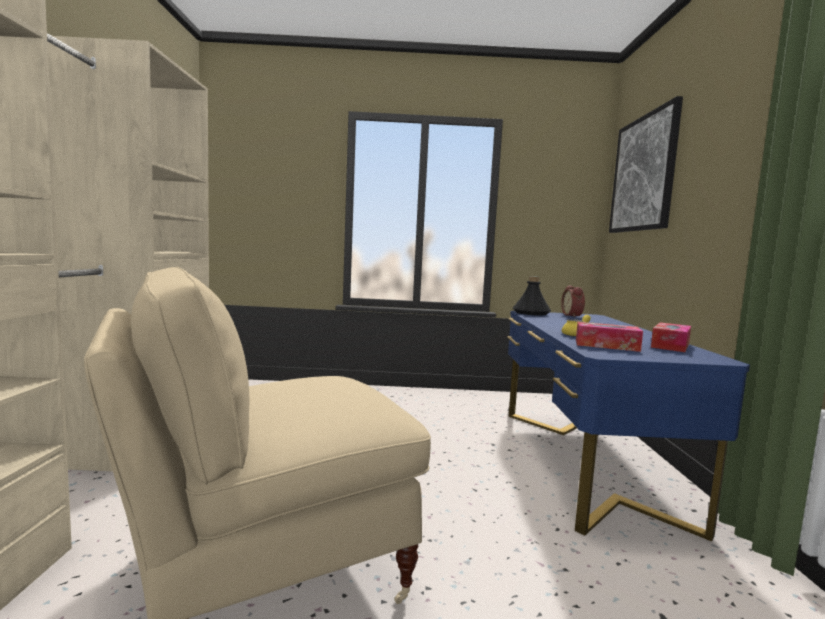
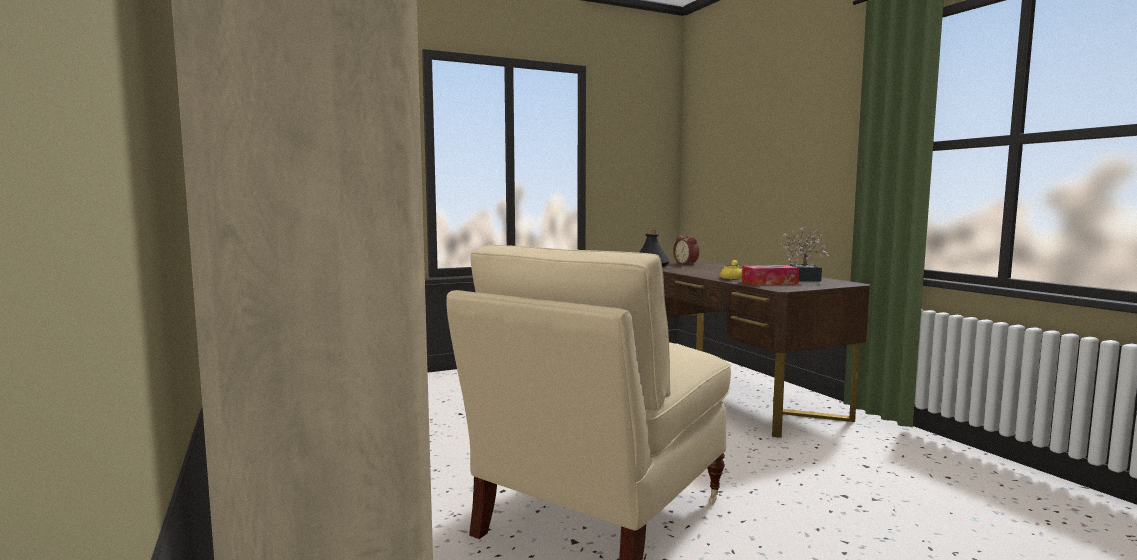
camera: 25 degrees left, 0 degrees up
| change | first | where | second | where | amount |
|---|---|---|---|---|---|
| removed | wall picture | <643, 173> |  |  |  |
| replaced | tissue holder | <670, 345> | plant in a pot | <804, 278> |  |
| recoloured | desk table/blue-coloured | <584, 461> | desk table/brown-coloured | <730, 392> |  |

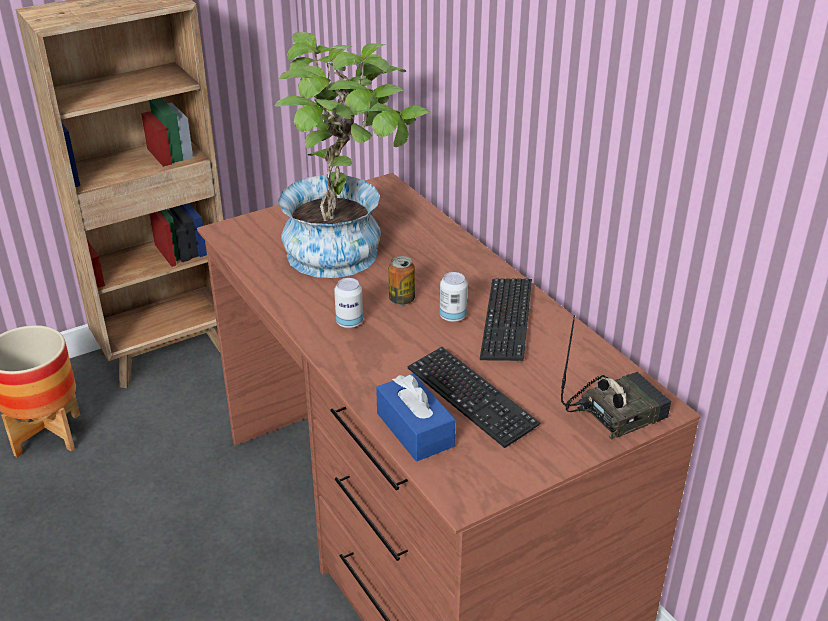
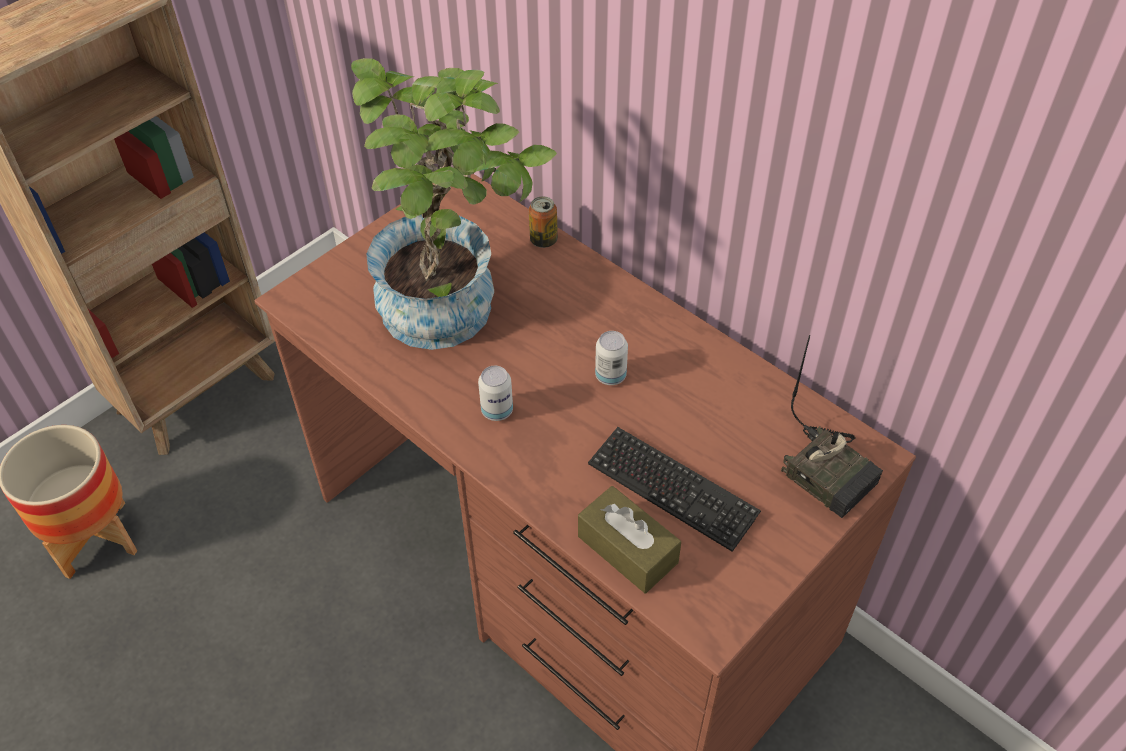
camera: 15 degrees left, 15 degrees up
| change | first | where | second | where | amount |
|---|---|---|---|---|---|
| removed | PC keyboard | <506, 321> |  |  |  |
| moved | metal can | <401, 299> |  | <543, 240> |  |
| recoloured | tissue holder/blue-coloured | <415, 430> | tissue holder/brown-coloured | <627, 549> |  |
| turned | radio set | <616, 411> |  | <830, 472> | 90 degrees clockwise |

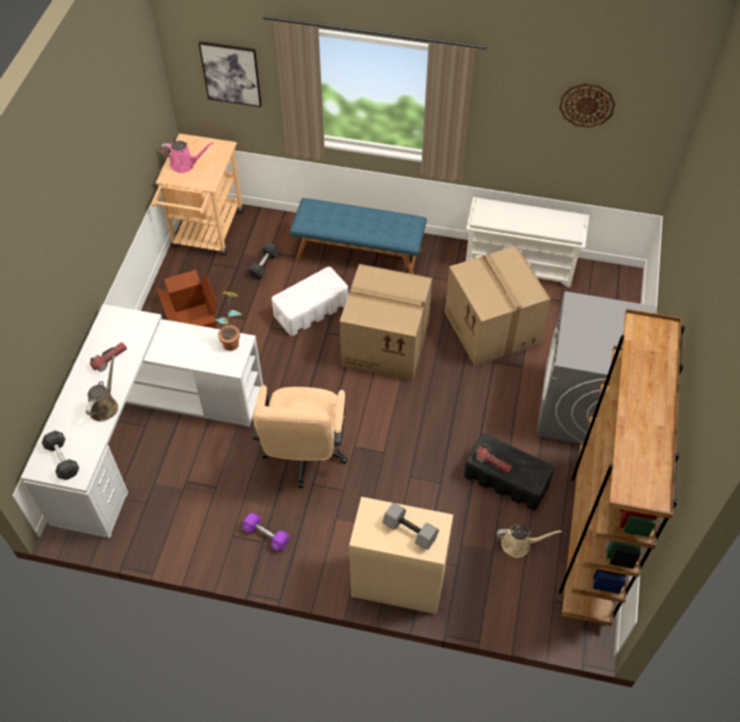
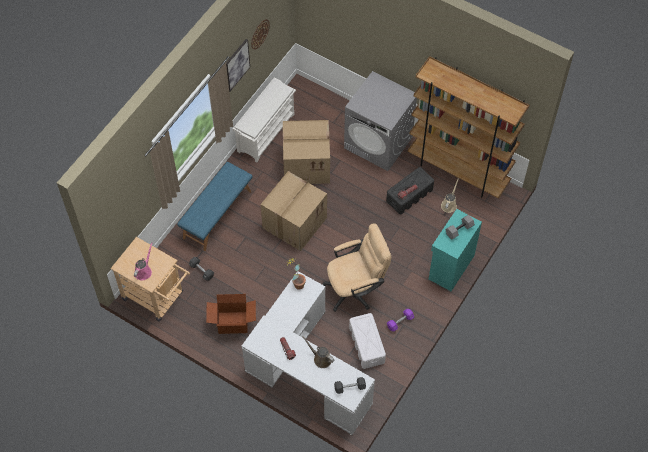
camera: 70 degrees left, 5 degrees up
| change | first | where | second | where | amount |
|---|---|---|---|---|---|
| moved | wall picture | <231, 73> |  | <237, 64> |  |
| moved | storage box/white-coloured | <311, 310> |  | <366, 344> |  |
| recoloured | storage cabinet/beige-coloured | <397, 582> | storage cabinet/turquoise | <450, 267> |  |
| turned | desk chair/beige-coloured | <304, 456> |  | <356, 288> | 45 degrees counterclockwise |

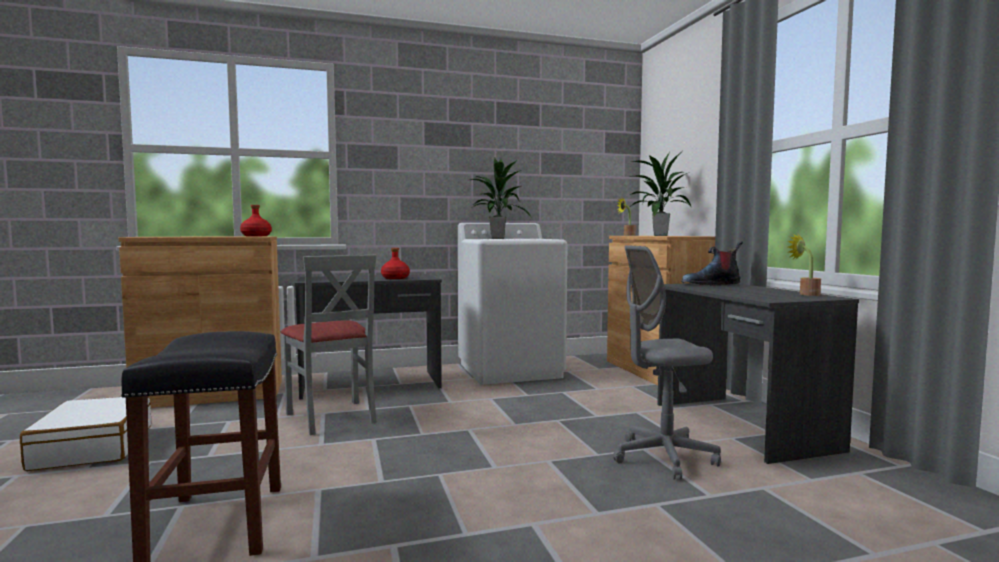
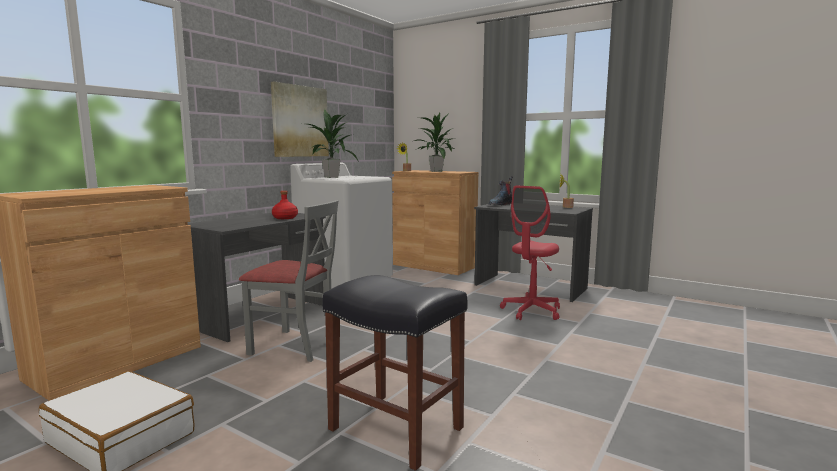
camera: 40 degrees left, 5 degrees up
| change | first | where | second | where | amount |
|---|---|---|---|---|---|
| removed | beverage bottle/red | <256, 236> |  |  |  |
| added |  |  | wall picture | <300, 121> |  |
| recoloured | desk chair/greyish | <663, 457> | desk chair/red | <531, 311> |  |

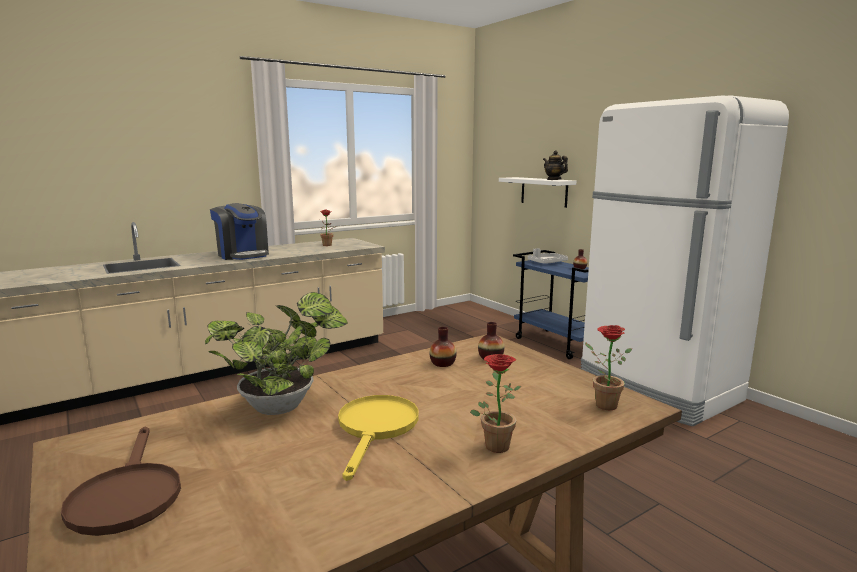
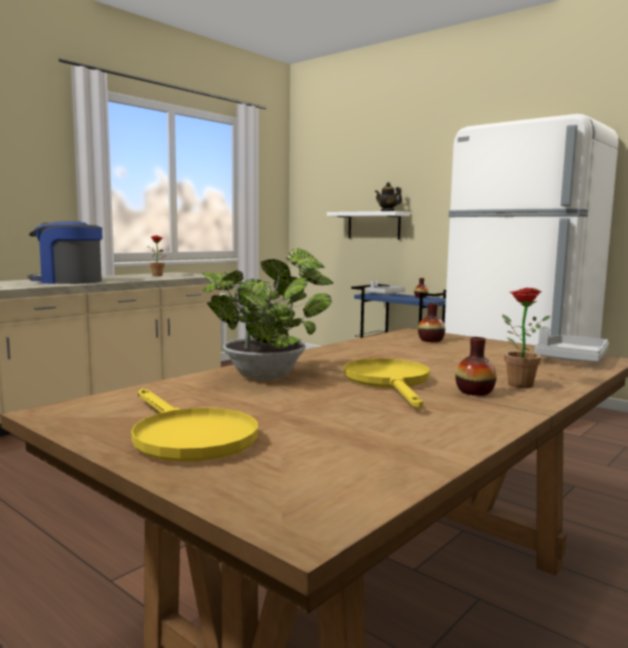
camera: 15 degrees left, 5 degrees down
| change | first | where | second | where | amount |
|---|---|---|---|---|---|
| moved | vase | <442, 363> |  | <474, 392> |  |
| replaced | plant in a pot | <601, 404> | tray/greyish | <571, 359> |  |
| recoloured | skillet/brown-coloured | <127, 495> | skillet/yellowish | <187, 436> |  |
| turned | coffee machine | <243, 255> |  | <68, 281> | 150 degrees clockwise |

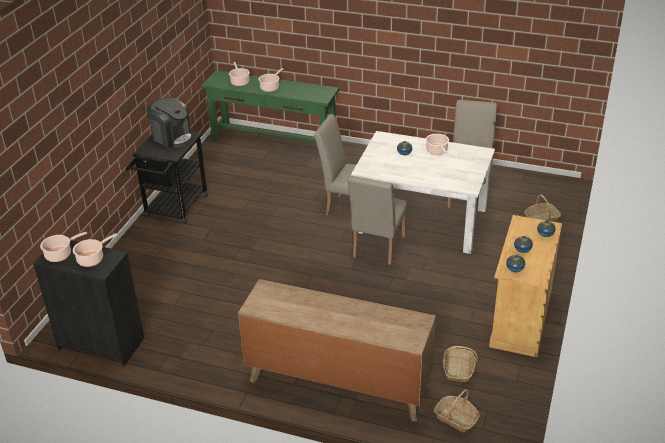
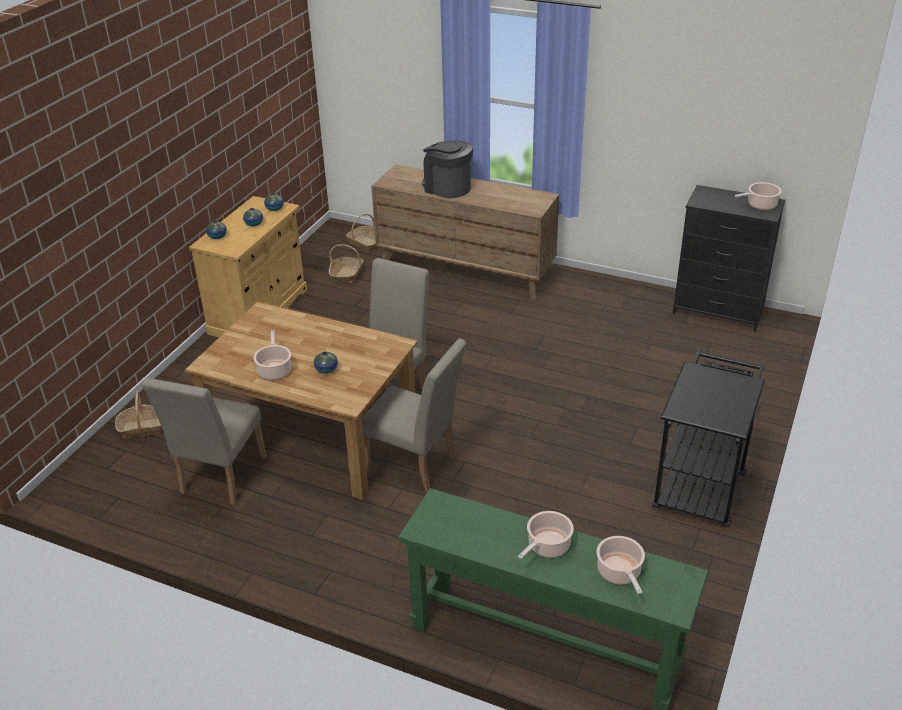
camera: 175 degrees left, 0 degrees up
| change | first | where | second | where | amount |
|---|---|---|---|---|---|
| removed | cooking pot | <92, 259> |  |  |  |
| moved | coffee machine | <172, 137> |  | <447, 187> |  |
| recoloured | kitchen table/white-coloured | <420, 220> | kitchen table/brown-coloured | <315, 438> |  |

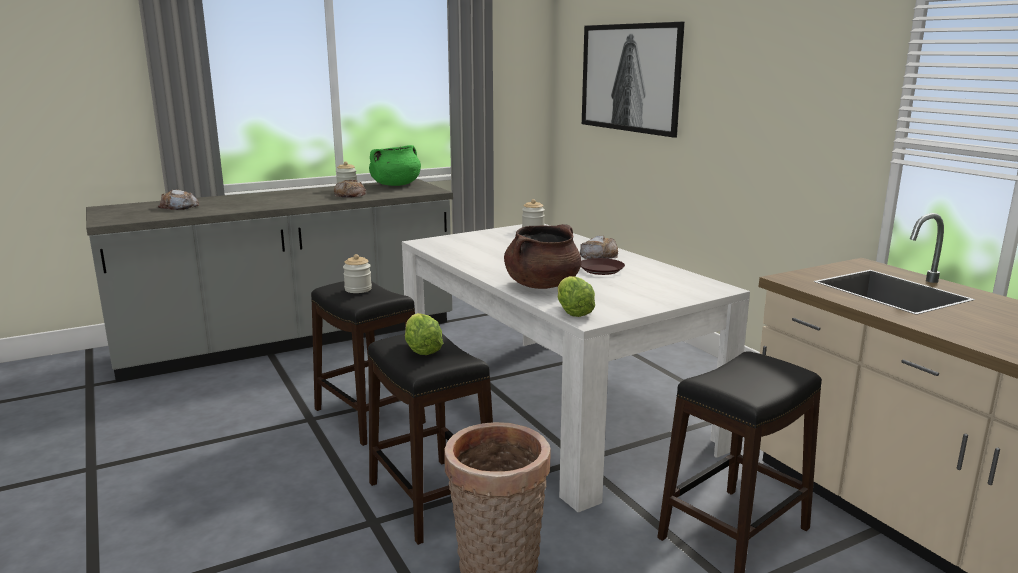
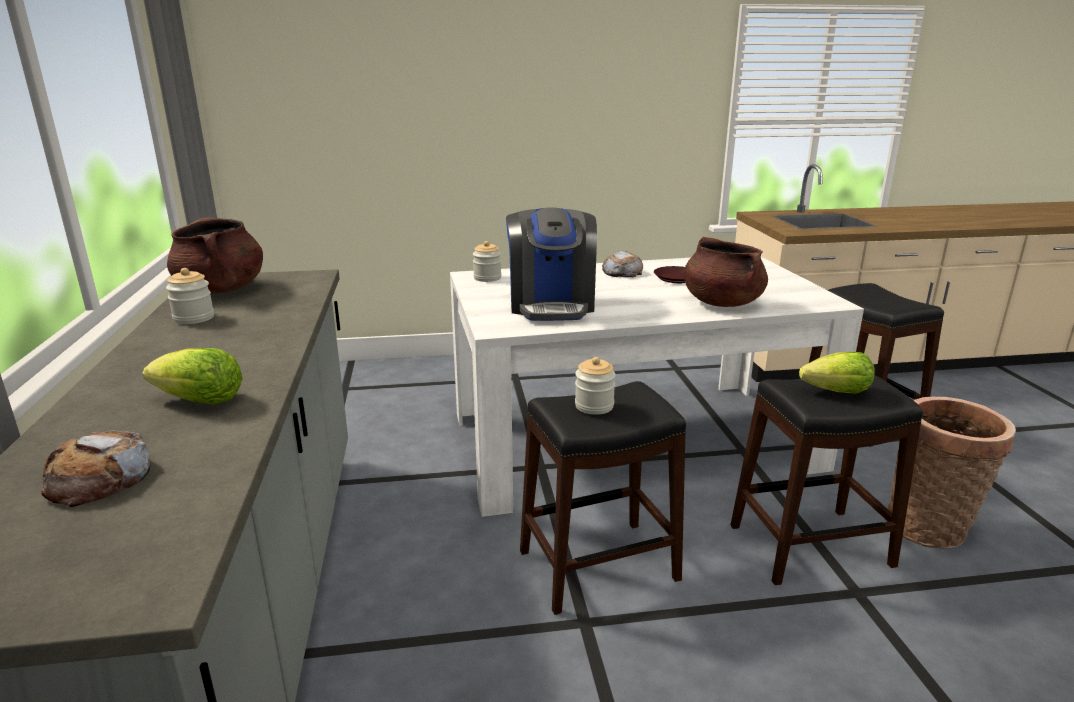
camera: 70 degrees left, 5 degrees up
| change | first | where | second | where | amount |
|---|---|---|---|---|---|
| removed | baked bread | <350, 195> |  |  |  |
| removed | wall picture | <630, 78> |  |  |  |
| added |  |  | coffee machine | <551, 305> |  |
| moved | head of lettuce | <573, 312> |  | <201, 402> |  |
| recoloured | cooking pot/green | <395, 185> | cooking pot/brown-coloured | <221, 289> |  |

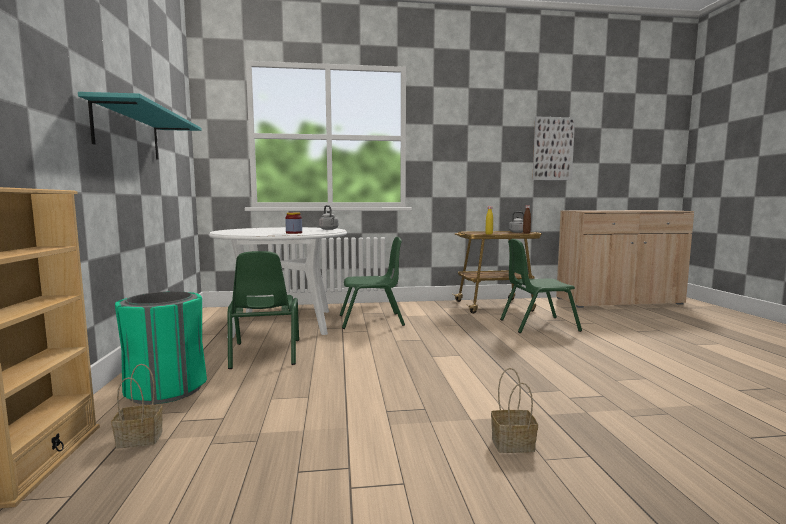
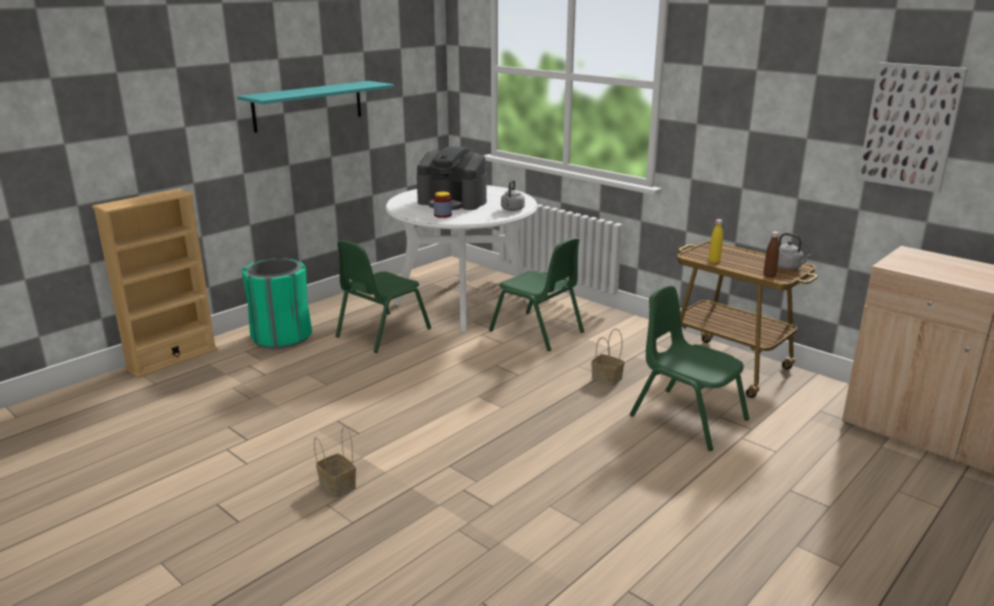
camera: 50 degrees right, 15 degrees up
| change | first | where | second | where | amount |
|---|---|---|---|---|---|
| added |  |  | coffee machine | <453, 202> |  |
| moved | basket | <141, 438> |  | <608, 378> |  |

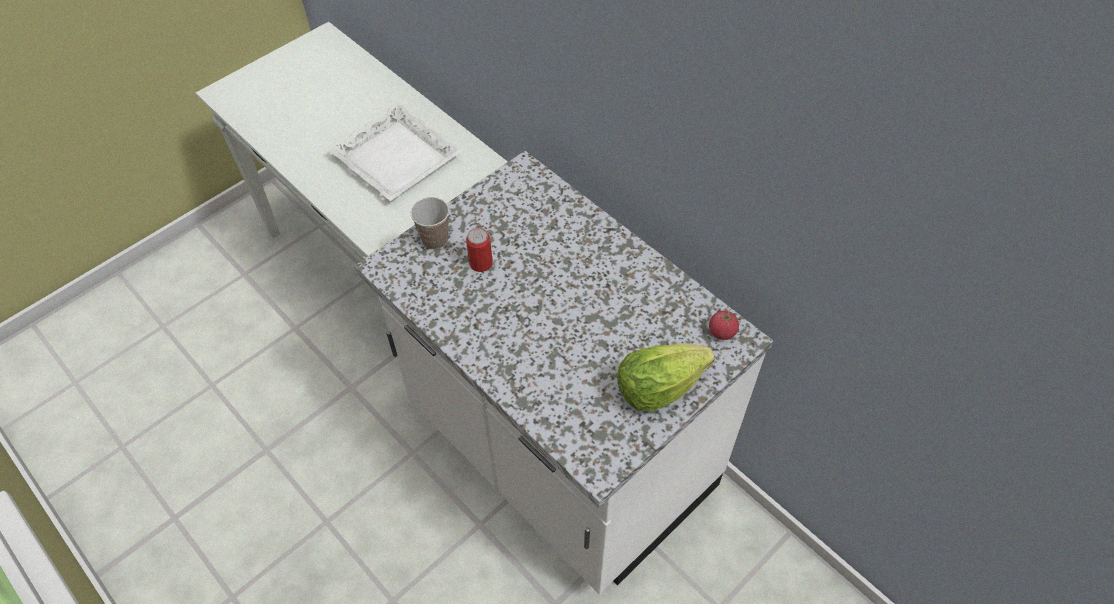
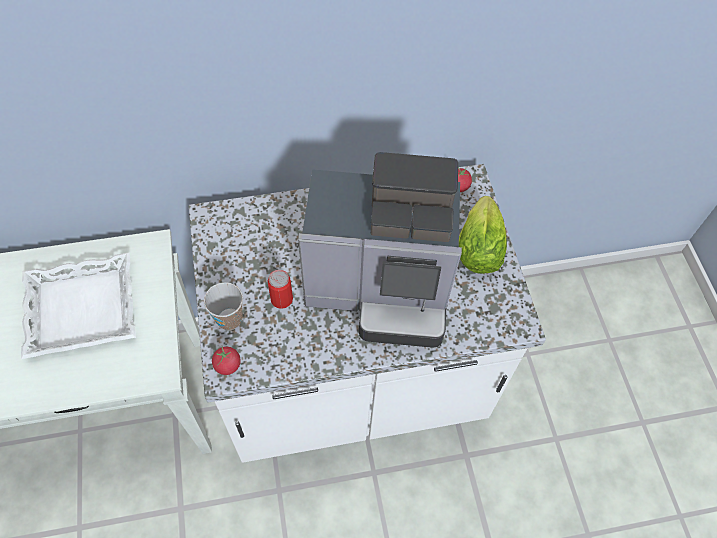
camera: 60 degrees left, 5 degrees up
| change | first | where | second | where | amount |
|---|---|---|---|---|---|
| added |  |  | fresh tomato | <227, 365> |  |
| added |  |  | coffee machine | <382, 290> |  |

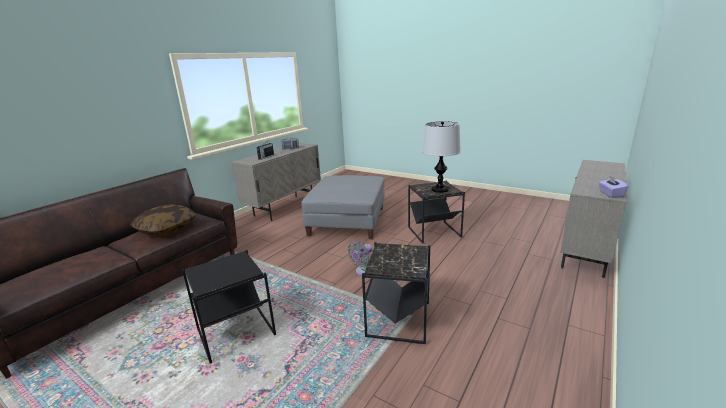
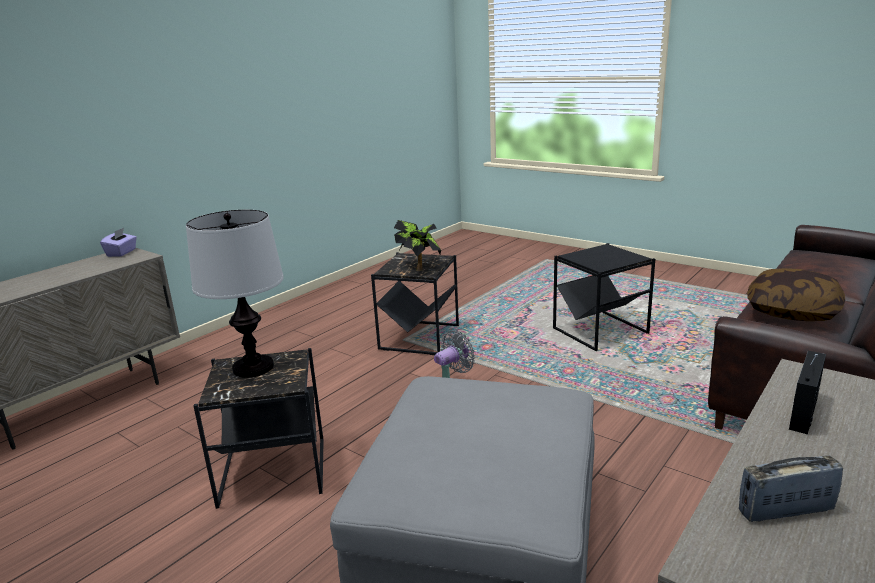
camera: 175 degrees left, 0 degrees up
| change | first | where | second | where | amount |
|---|---|---|---|---|---|
| added |  |  | plant in a pot | <419, 267> |  |

